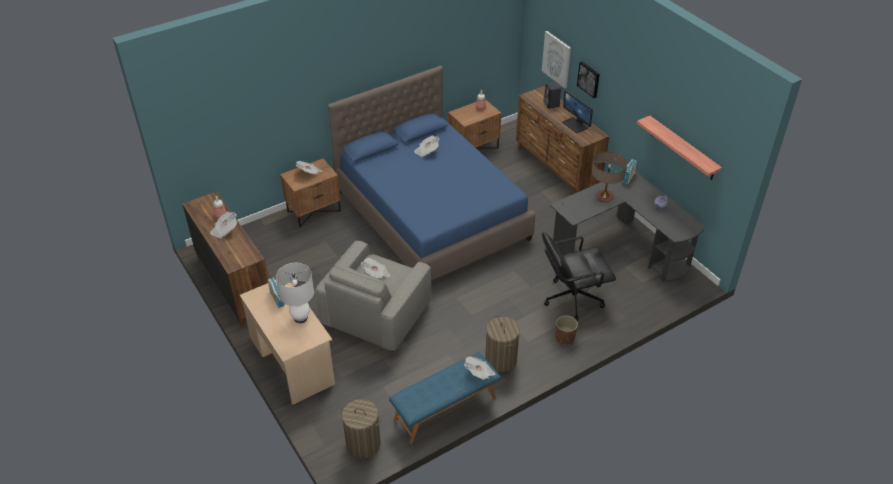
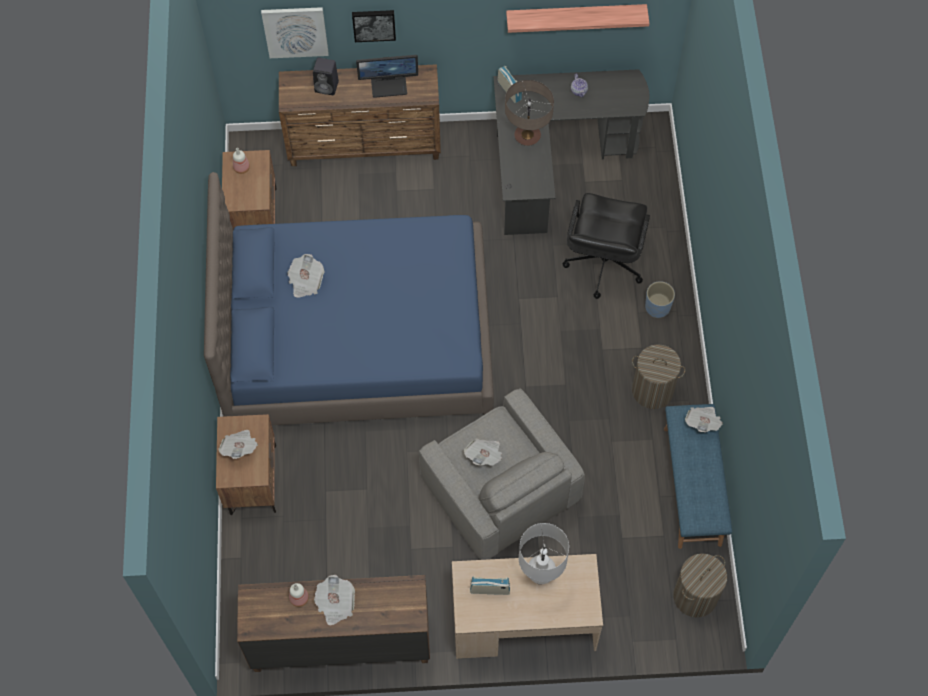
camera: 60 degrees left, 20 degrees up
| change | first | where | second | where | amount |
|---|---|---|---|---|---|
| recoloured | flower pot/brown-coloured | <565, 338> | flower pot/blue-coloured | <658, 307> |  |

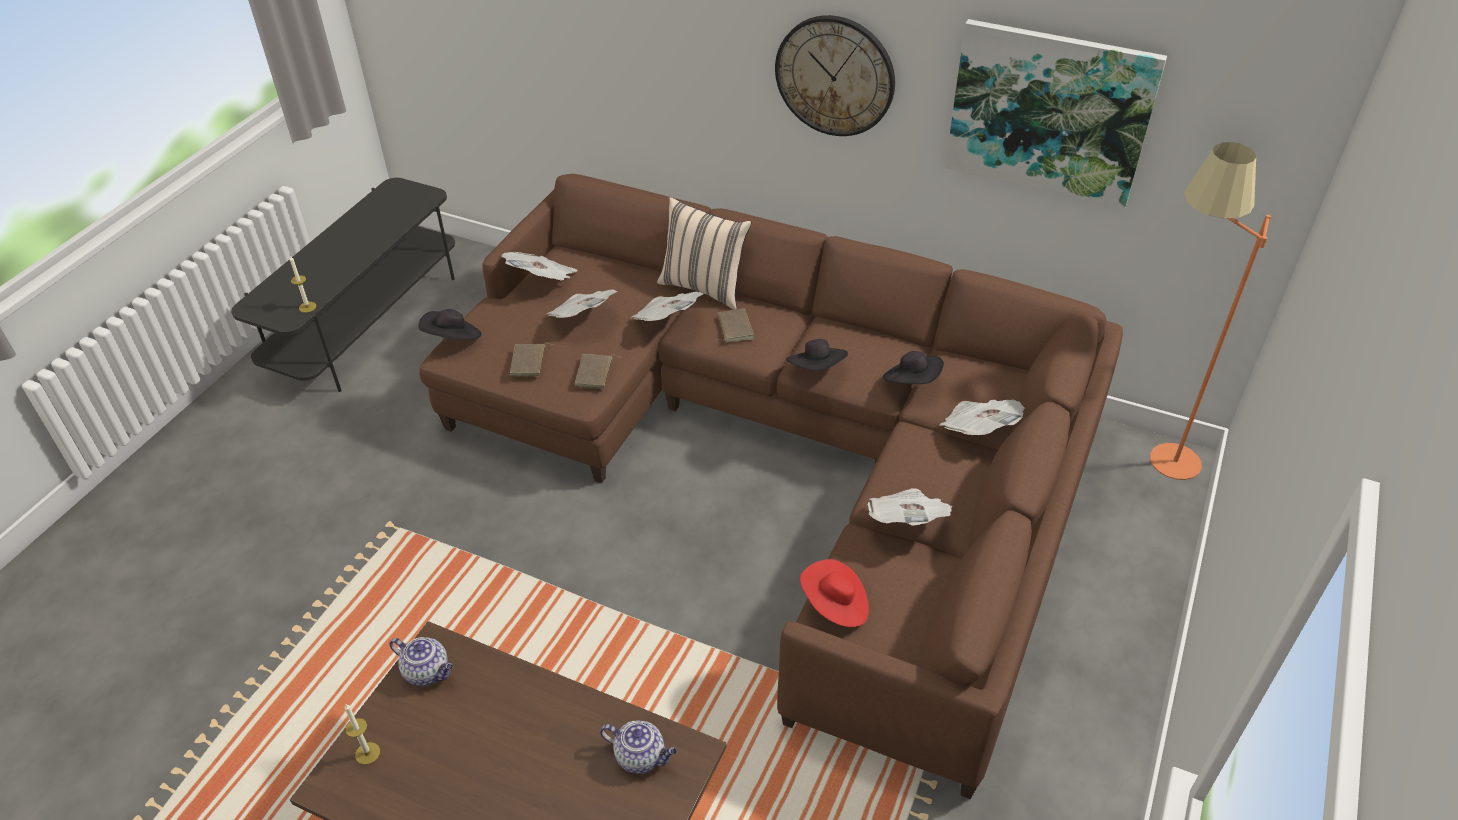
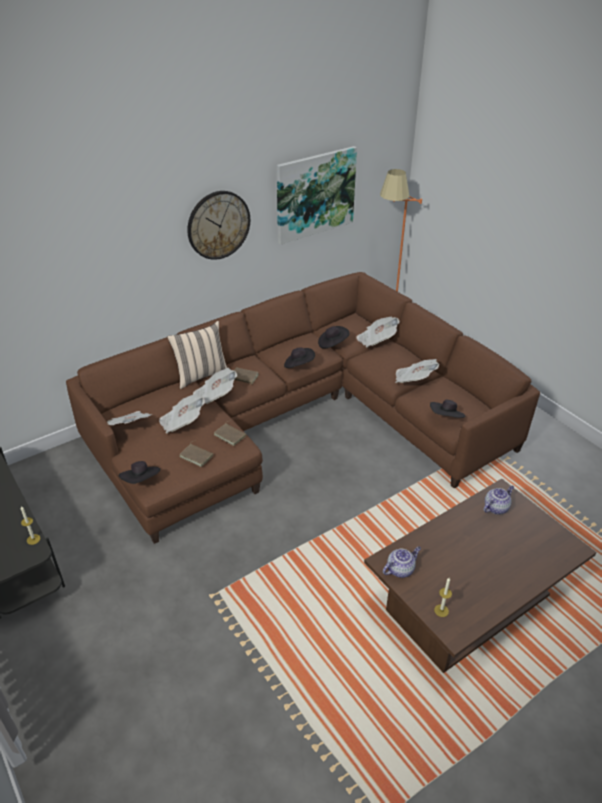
camera: 60 degrees left, 5 degrees down
| change | first | where | second | where | amount |
|---|---|---|---|---|---|
| recoloured | clothing hat/red | <835, 605> | clothing hat/black | <446, 418> |  |

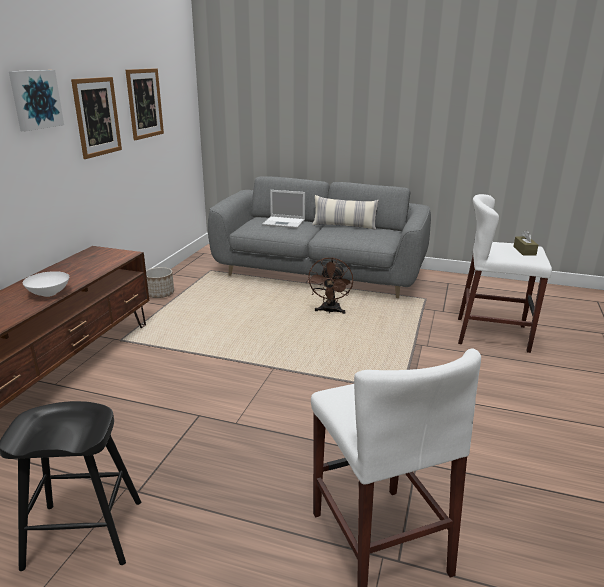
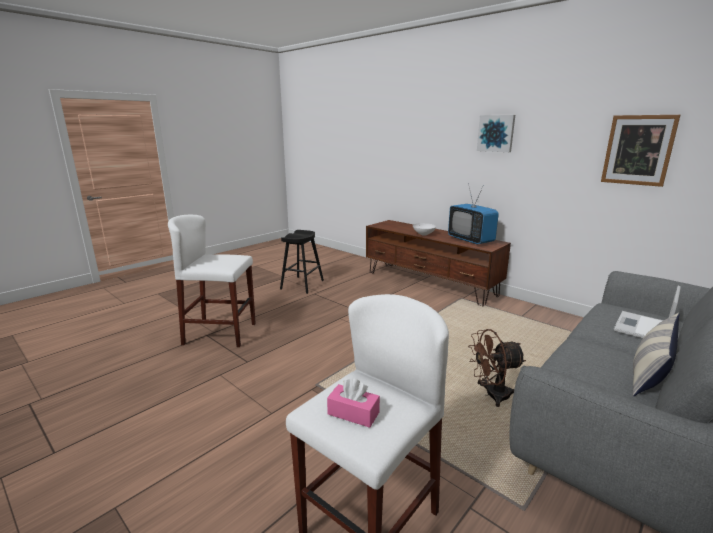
camera: 115 degrees right, 5 degrees down
| change | first | where | second | where | amount |
|---|---|---|---|---|---|
| removed | wall picture | <97, 117> |  |  |  |
| removed | flower pot | <160, 294> |  |  |  |
| added |  |  | TV set | <470, 240> |  |
| recoloured | tissue holder/brown-coloured | <524, 251> | tissue holder/pink | <353, 413> |  |
| turned | electric fan/brown-coloured | <330, 311> |  | <491, 395> | 45 degrees counterclockwise |

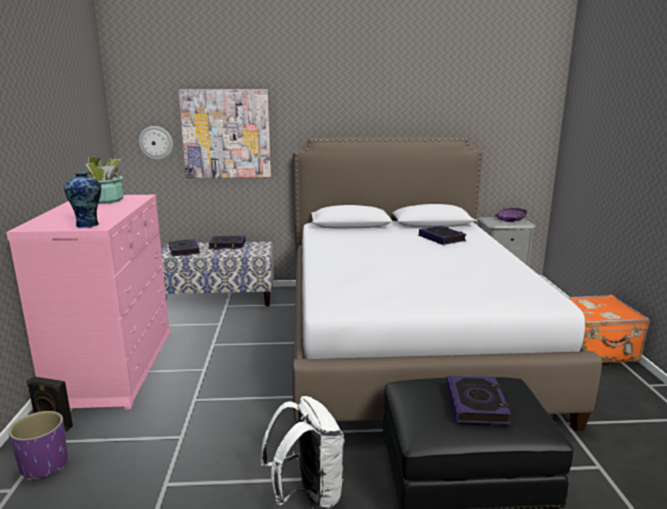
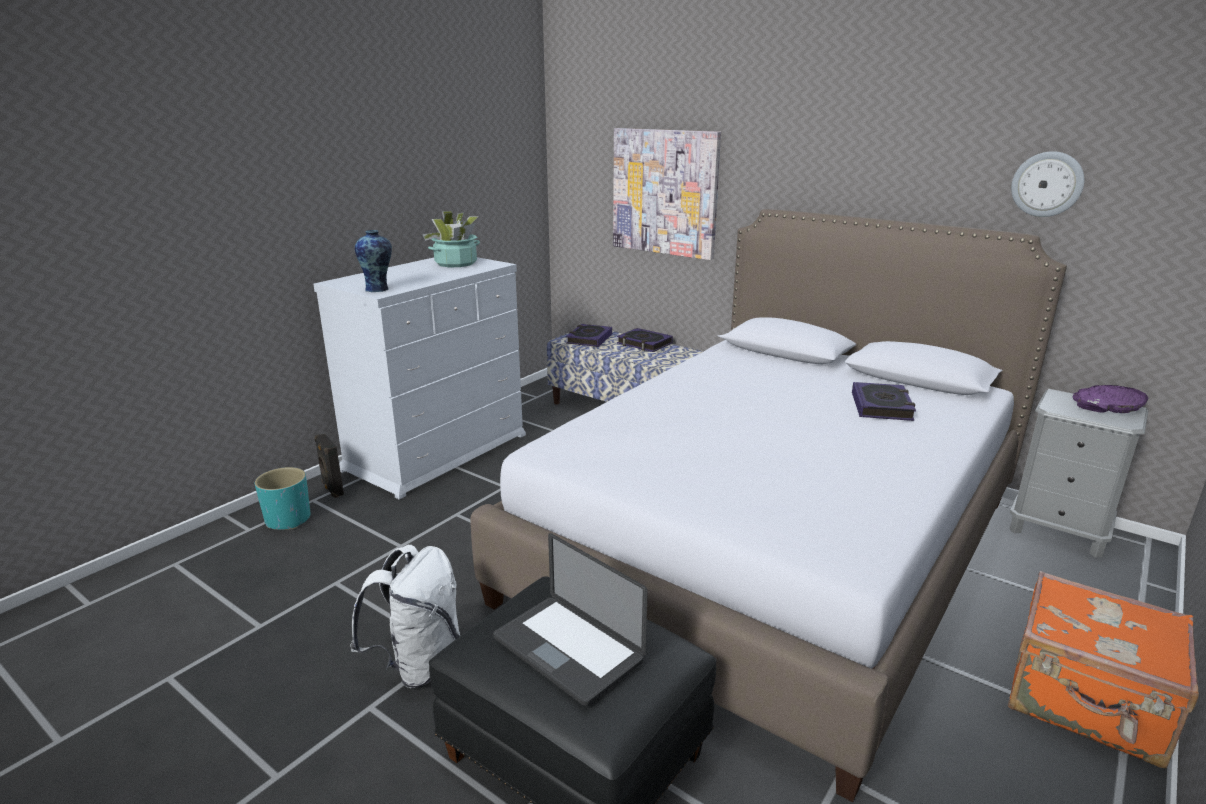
camera: 40 degrees right, 5 degrees up
| change | first | where | second | where | amount |
|---|---|---|---|---|---|
| moved | clock on the wall | <156, 143> |  | <1047, 184> |  |
| replaced | volume | <476, 404> | portable computer | <567, 650> |  |
| recoloured | dresser/pink | <113, 367> | dresser/white-coloured | <437, 451> |  |
| recoloured | flower pot/purplish | <45, 465> | flower pot/turquoise | <288, 520> |  |

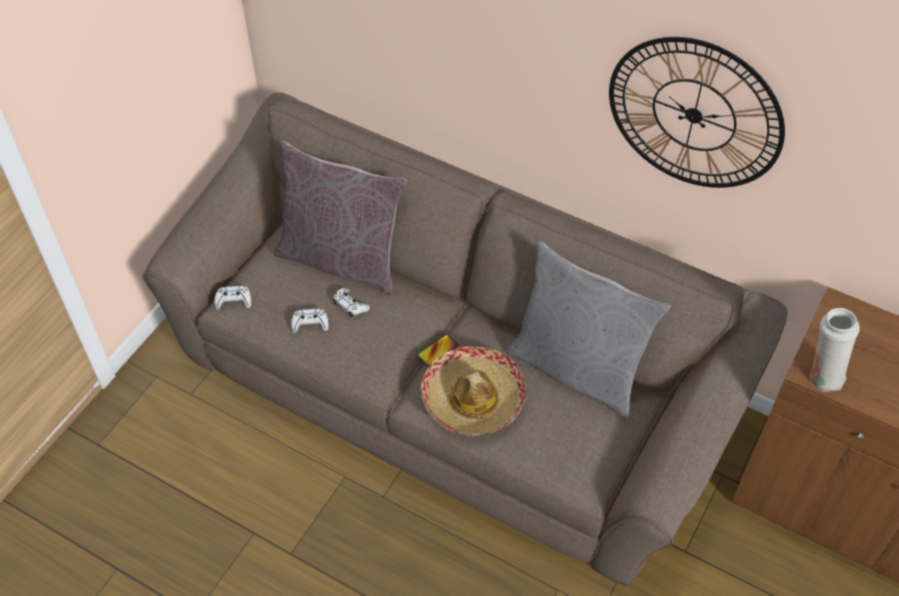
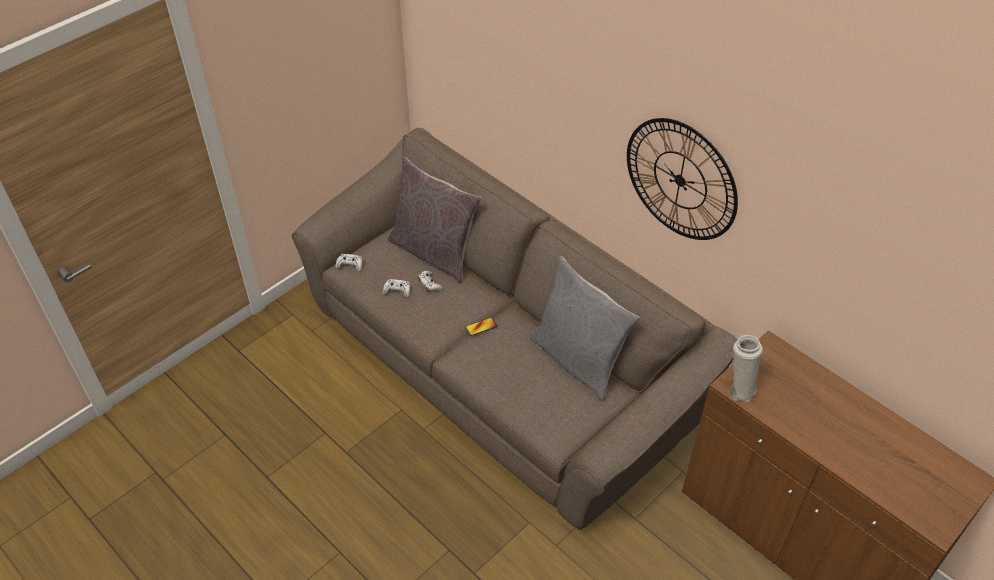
camera: 15 degrees right, 5 degrees down
| change | first | where | second | where | amount |
|---|---|---|---|---|---|
| removed | clothing hat | <473, 399> |  |  |  |

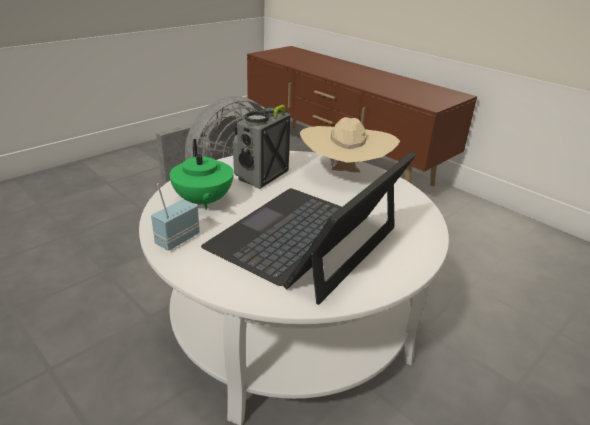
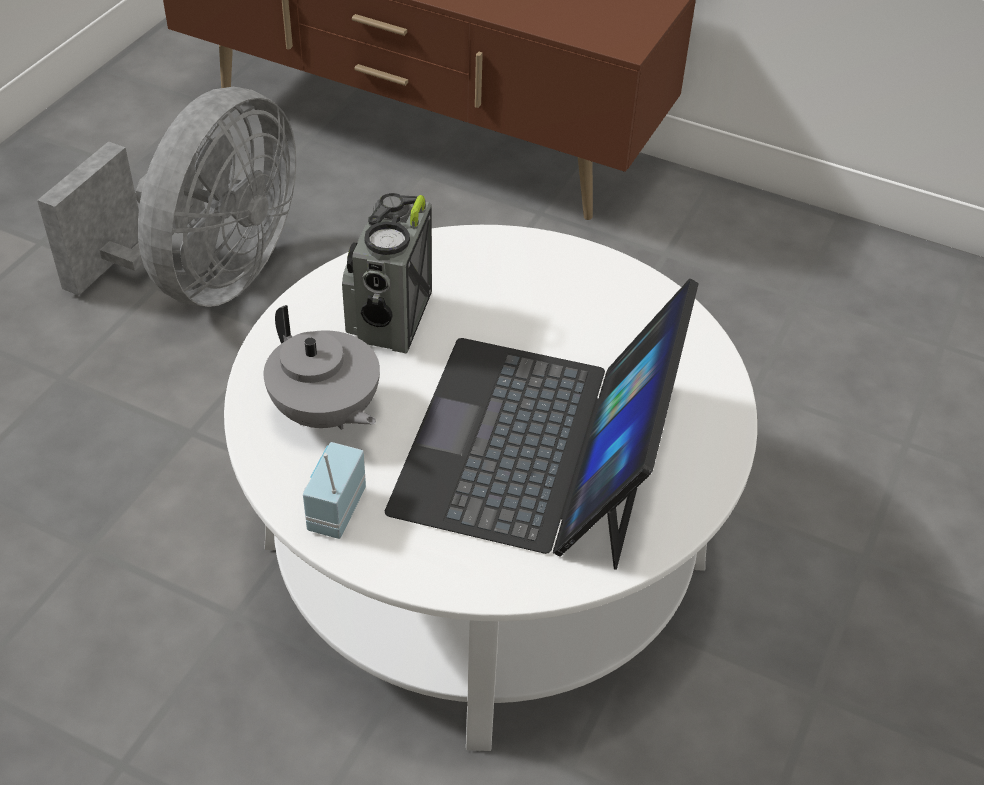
camera: 20 degrees left, 15 degrees up
| change | first | where | second | where | amount |
|---|---|---|---|---|---|
| removed | clothing hat/beige-coloured | <345, 174> |  |  |  |
| recoloured | tea pot/green | <203, 202> | tea pot/greyish | <325, 413> |  |

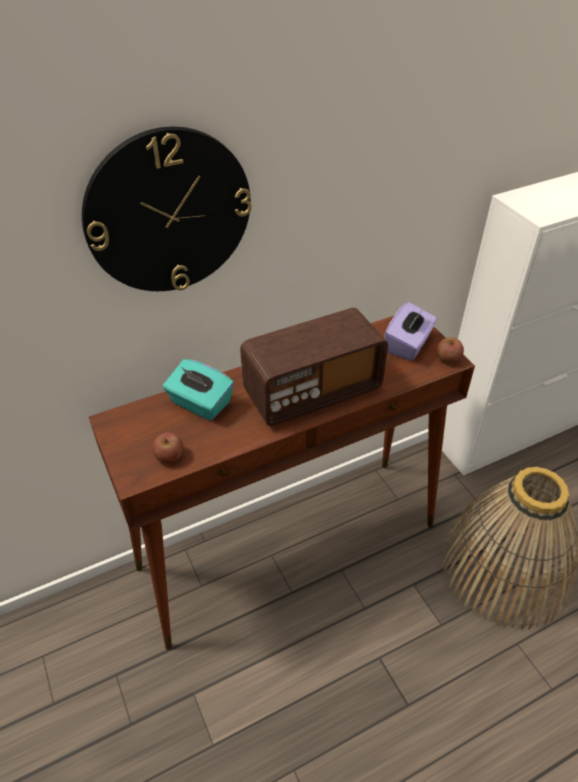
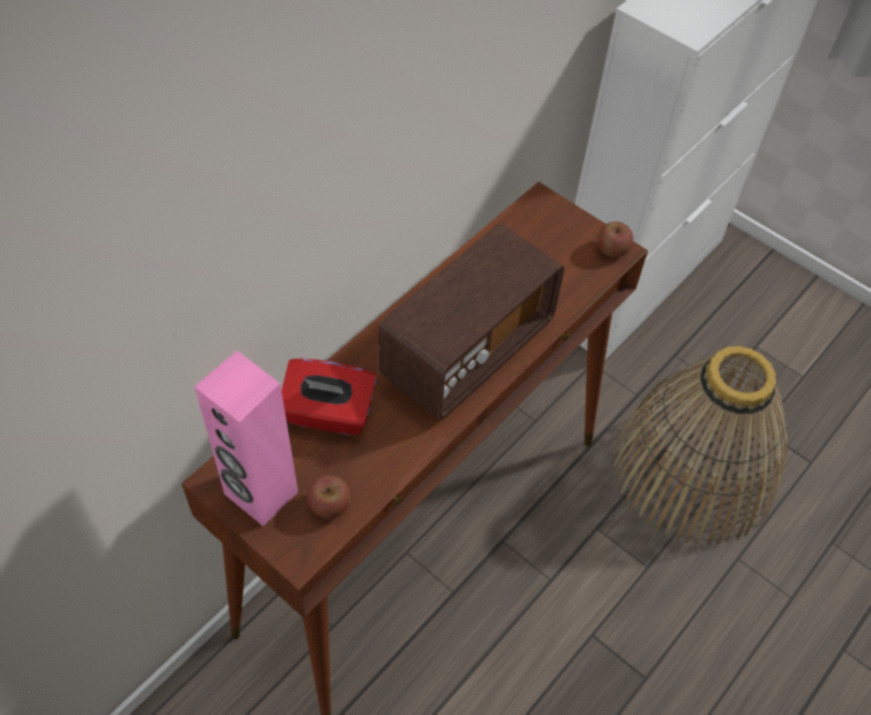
camera: 25 degrees left, 10 degrees up
| change | first | where | second | where | amount |
|---|---|---|---|---|---|
| removed | clock on the wall | <169, 213> |  |  |  |
| removed | tissue holder/purplish | <408, 345> |  |  |  |
| added |  |  | speaker/pink | <260, 494> |  |
| recoloured | tissue holder/turquoise | <200, 404> | tissue holder/red | <328, 414> |  |

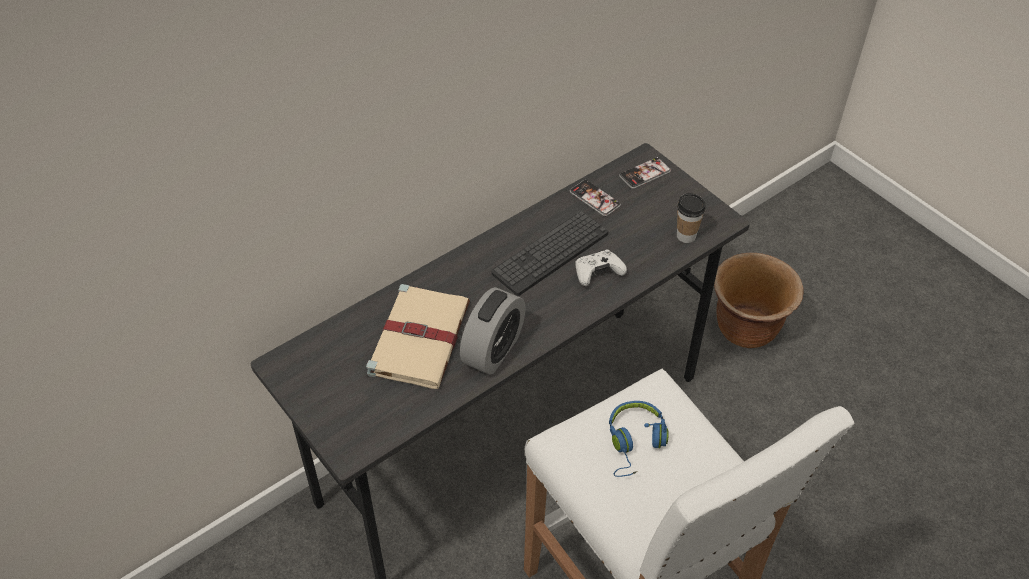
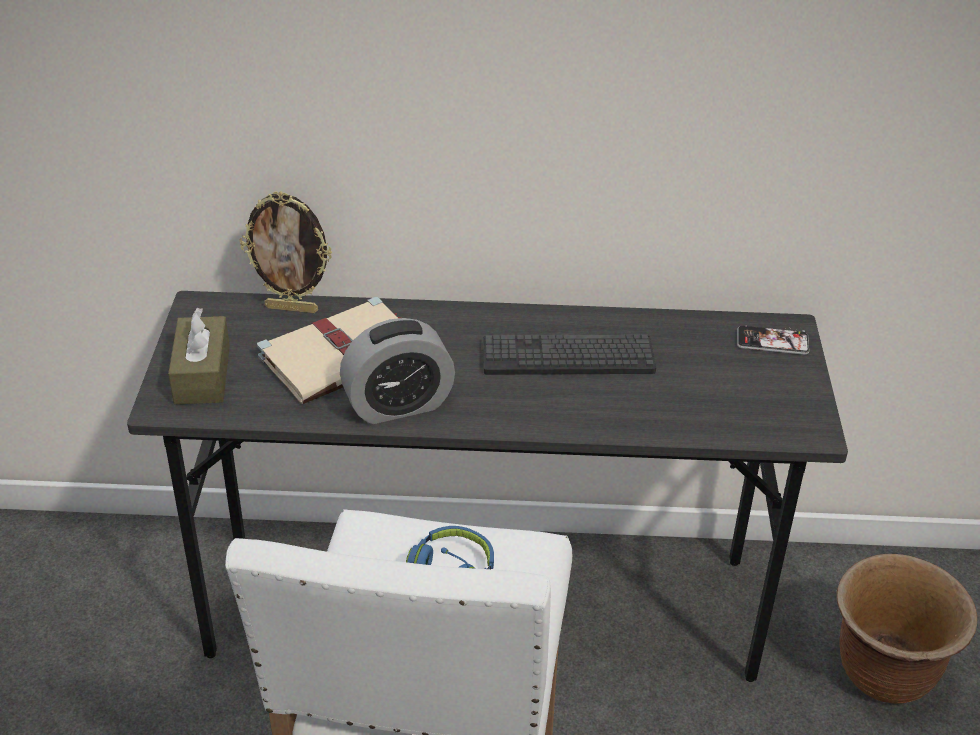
camera: 40 degrees right, 10 degrees down
| change | first | where | second | where | amount |
|---|---|---|---|---|---|
| removed | phone | <595, 198> |  |  |  |
| removed | game controller/white-coloured | <597, 273> |  |  |  |
| removed | small cup | <686, 236> |  |  |  |
| added |  |  | tissue holder/brown-coloured | <202, 375> |  |
| added |  |  | standing frame | <292, 308> |  |

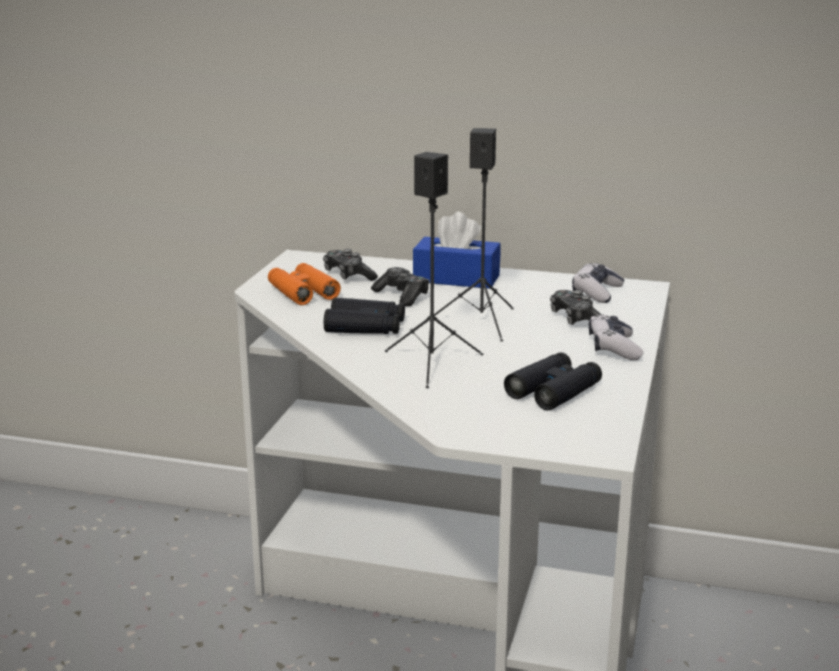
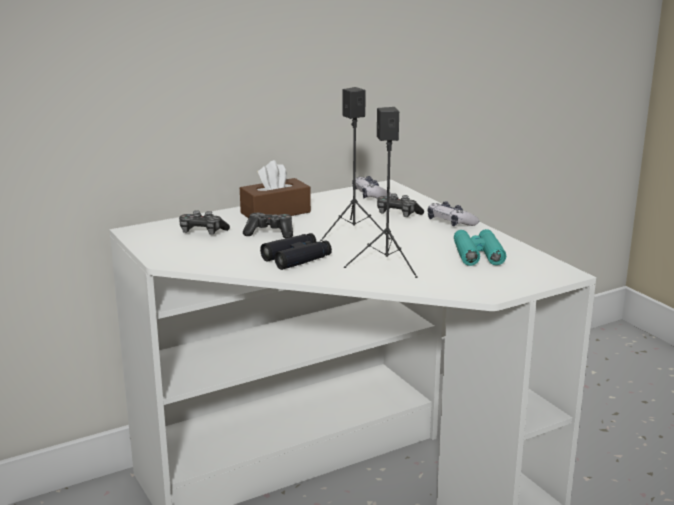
camera: 45 degrees left, 0 degrees up
| change | first | where | second | where | amount |
|---|---|---|---|---|---|
| removed | binoculars/orange | <303, 292> |  |  |  |
| recoloured | tissue holder/blue-coloured | <456, 278> | tissue holder/brown-coloured | <275, 212> |  |
| recoloured | binoculars/black | <554, 391> | binoculars/turquoise | <477, 254> |  |

